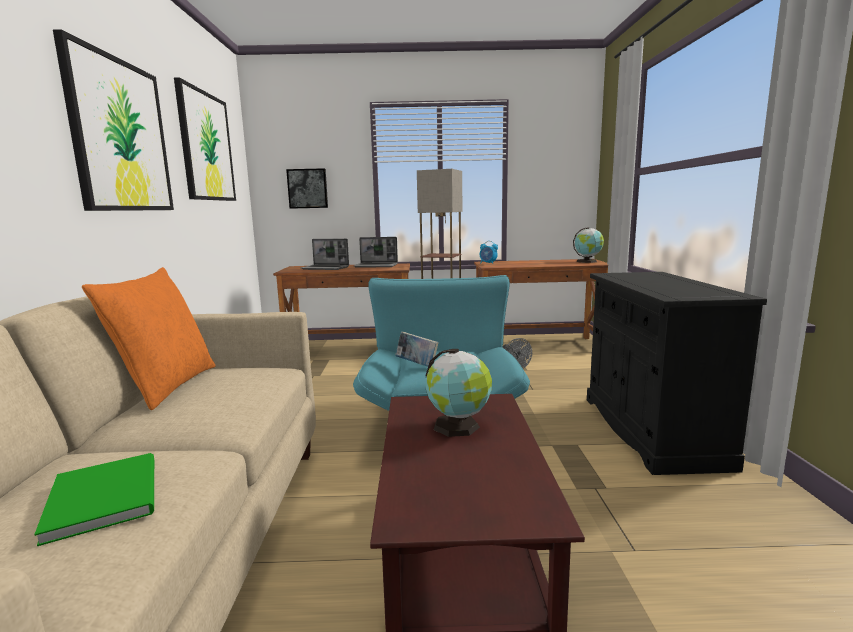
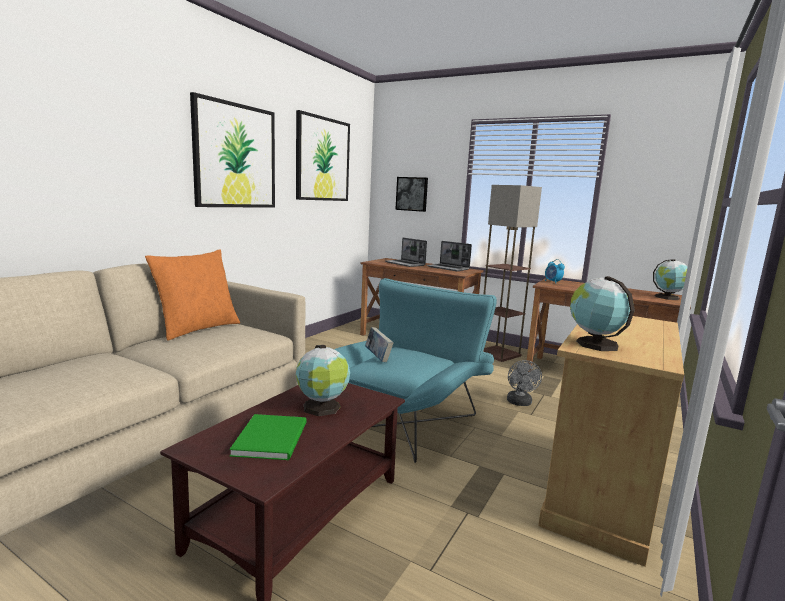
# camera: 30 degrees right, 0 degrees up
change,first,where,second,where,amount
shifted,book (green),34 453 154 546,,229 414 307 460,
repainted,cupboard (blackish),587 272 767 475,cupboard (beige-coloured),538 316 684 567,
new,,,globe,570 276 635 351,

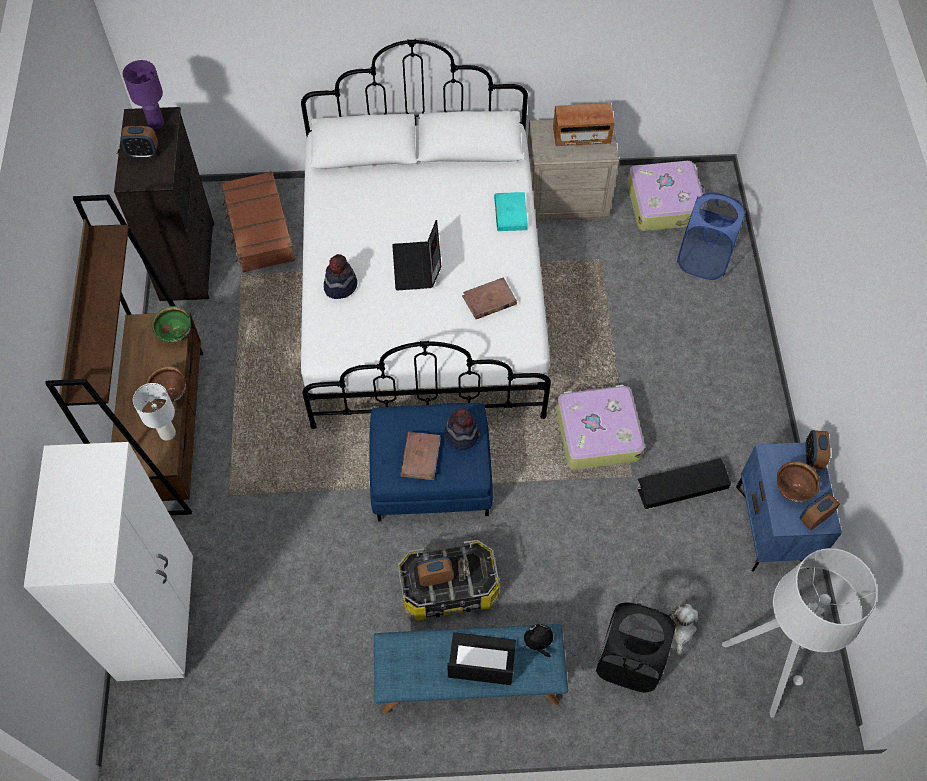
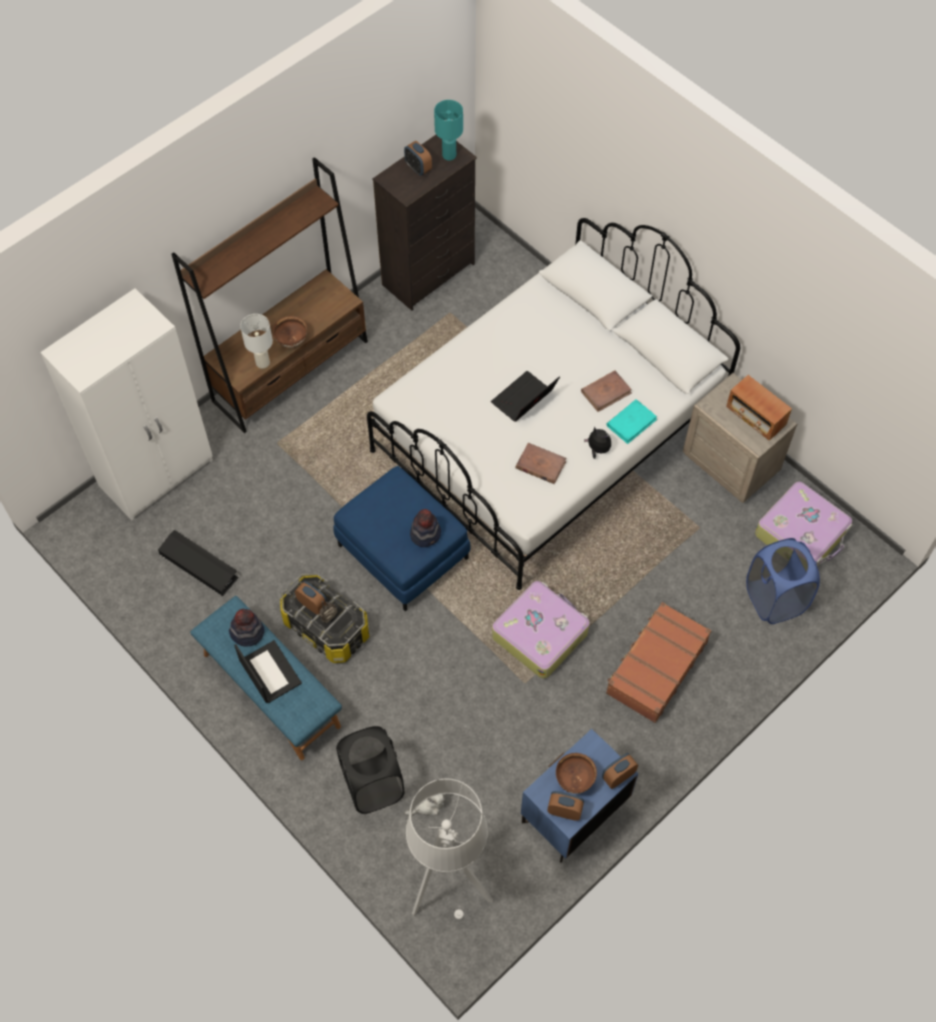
# camera: 50 degrees right, 0 degrees up
change,first,where,second,where,amount
repainted,lamp for a table (purplish),122 60 164 129,lamp for a table (turquoise-coloured),434 100 463 161,
gone,deep dish (green),151 306 191 342,,,
shifted,travel case (brown),221 171 295 272,,606 602 711 723,
shifted,clothing hat,324 254 357 299,,229 609 265 646,
shifted,book (brown),400 432 441 480,,581 370 632 412,
shifted,soft toy,523 624 553 657,,584 426 611 459,
shifted,storage box (blackish),637 458 731 510,,158 530 240 596,

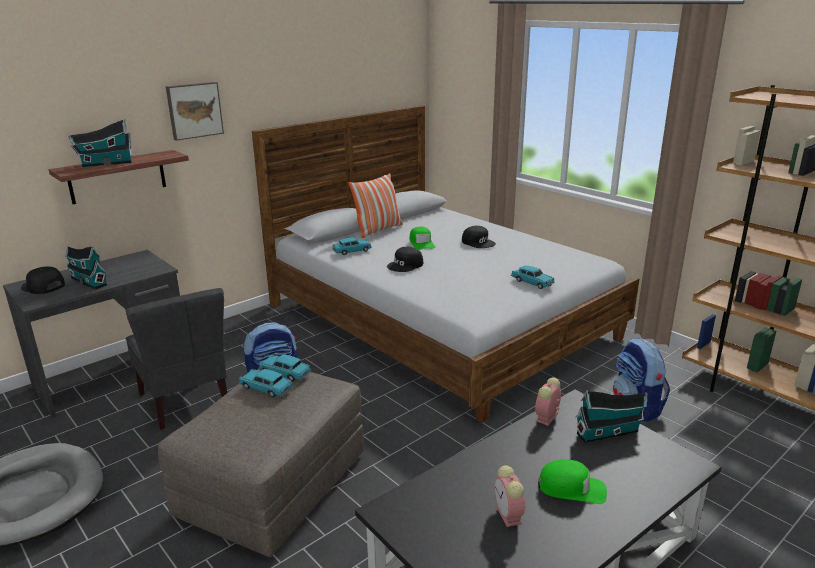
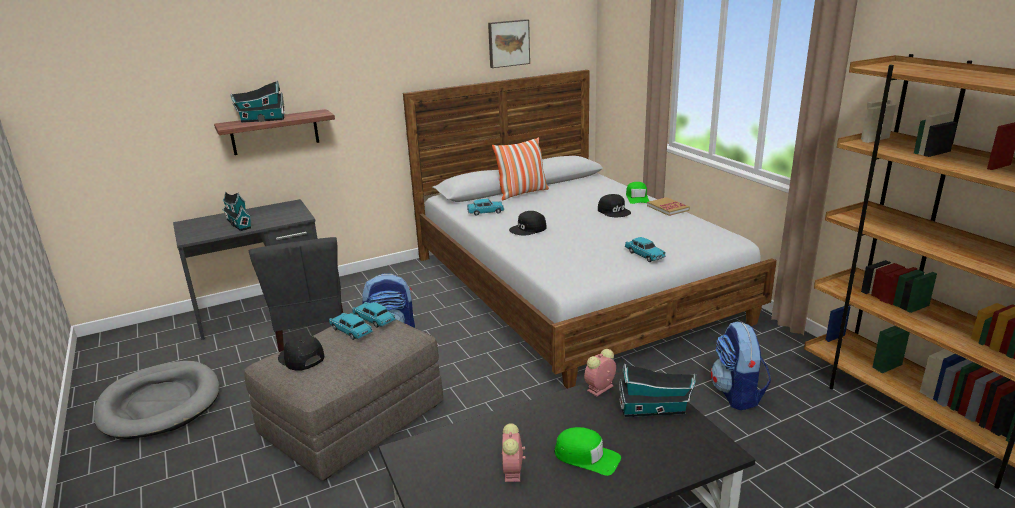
# camera: 15 degrees right, 0 degrees up
change,first,where,second,where,amount
shifted,cap (blackish),21 267 65 294,,278 335 324 370,
shifted,wall picture,166 82 224 141,,488 19 530 68,
shifted,cap (green),409 226 435 250,,626 182 649 204,
new,,,book,647 197 690 216,

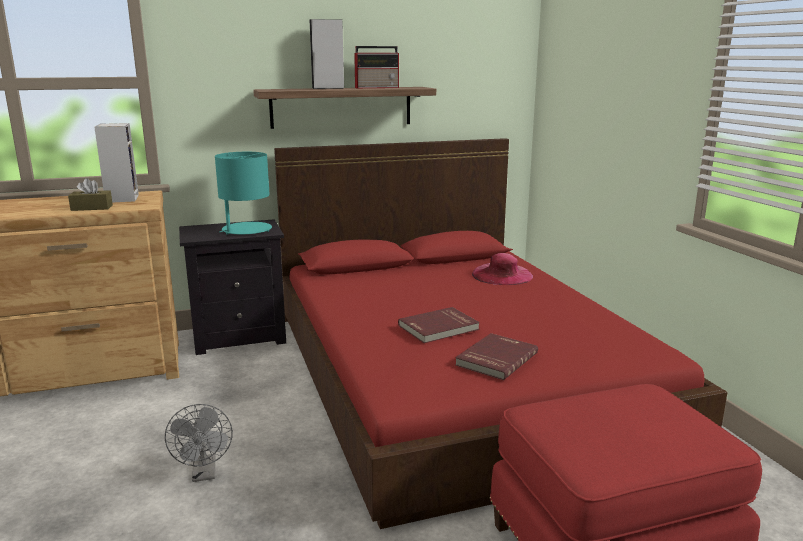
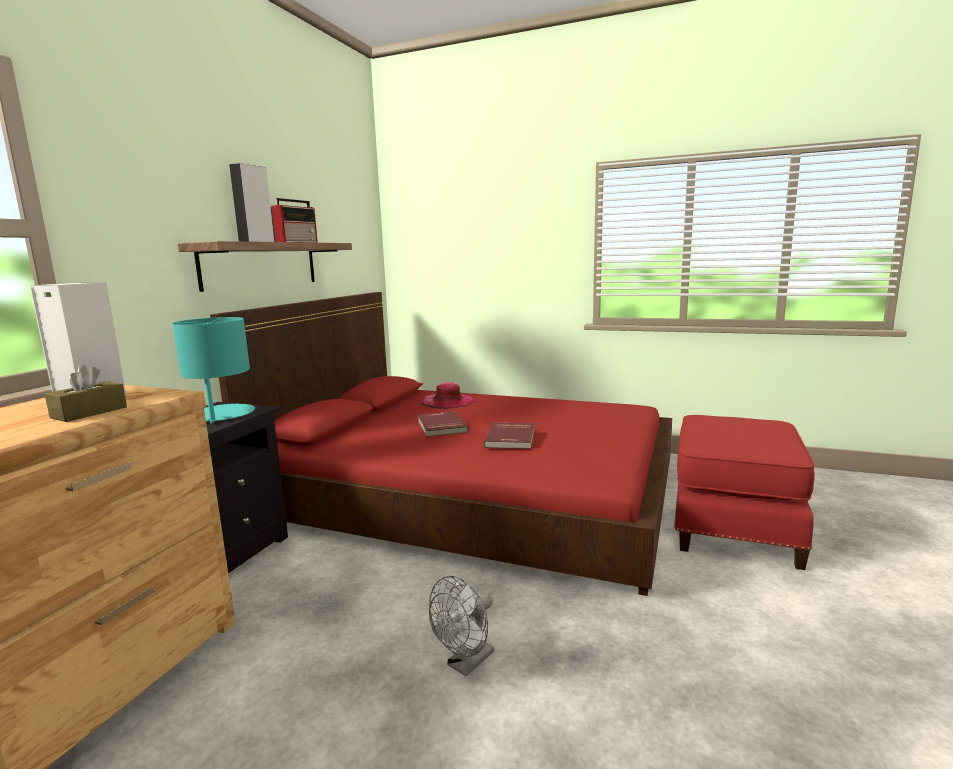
# camera: 50 degrees left, 5 degrees down
change,first,where,second,where,amount
rotated,electric fan (gray),165 404 233 482,,429 576 494 676,105 degrees clockwise
shifted,book (red-coloured),455 333 538 380,,418 412 469 437,

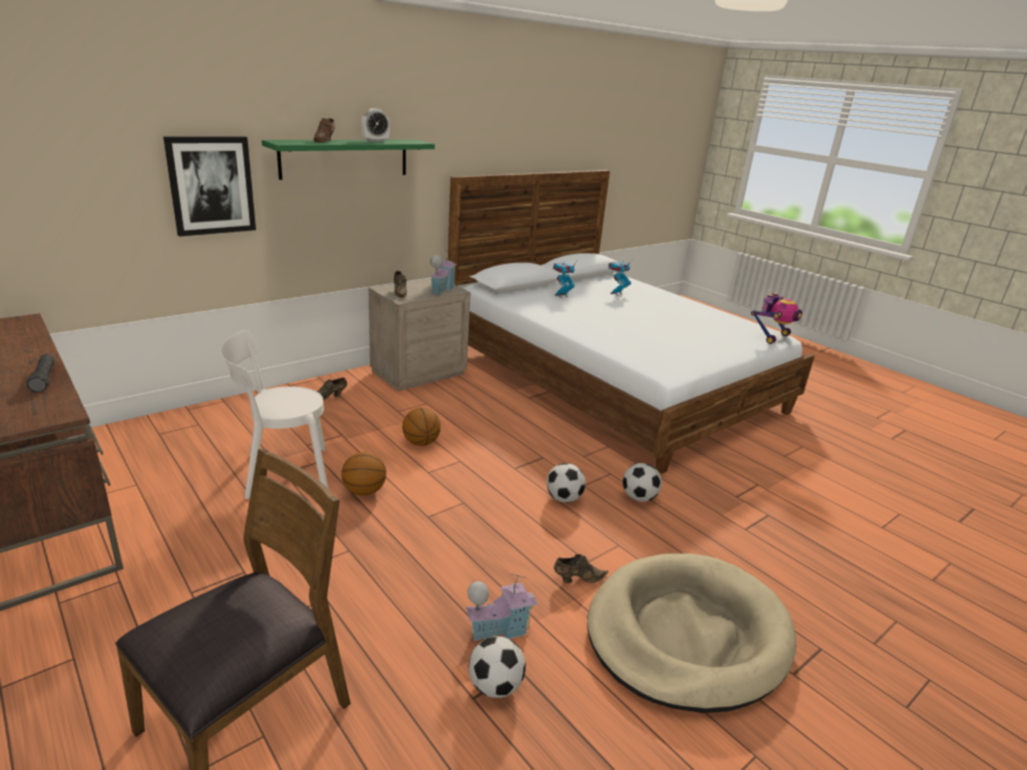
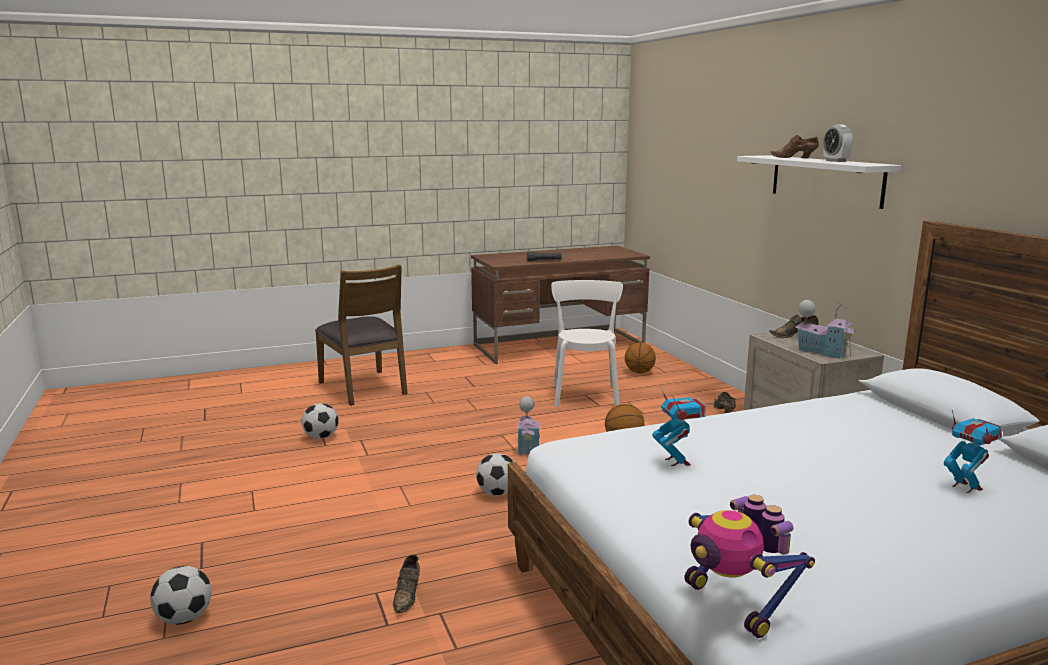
# camera: 110 degrees right, 10 degrees down
change,first,where,second,where,amount
gone,wall picture,163 137 256 237,,,
repainted,bracket shelf (green),262 140 435 180,bracket shelf (white-coloured),737 155 902 209,
shifted,basketball ball,341 452 386 496,,625 342 656 373,
shifted,toy house,466 574 538 641,,517 396 541 455,
shifted,model robot,553 263 575 298,,652 387 706 466,
shifted,low shoe (brown),554 554 609 583,,393 555 420 613,
gone,dog cushion (beige-coloured),587 553 796 713,,,
shifted,football ball,623 463 662 502,,150 566 211 625,

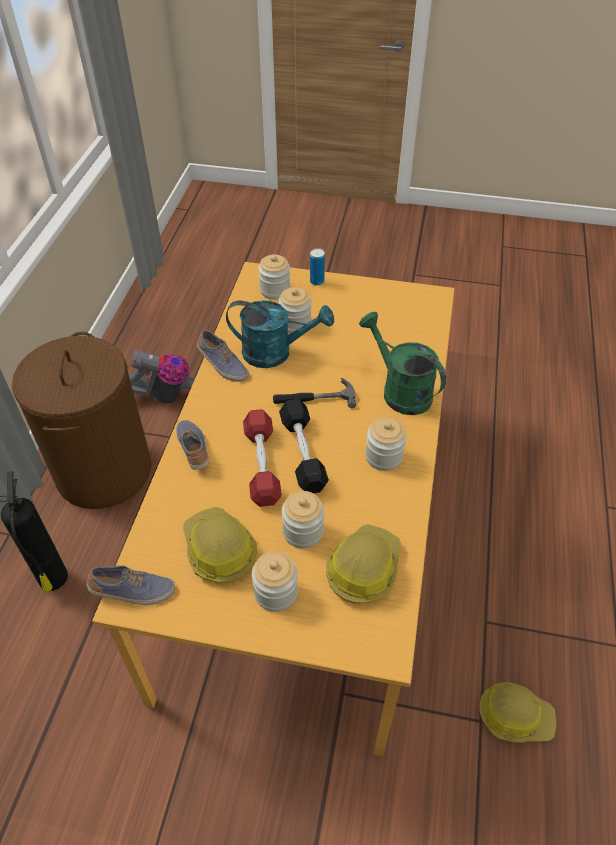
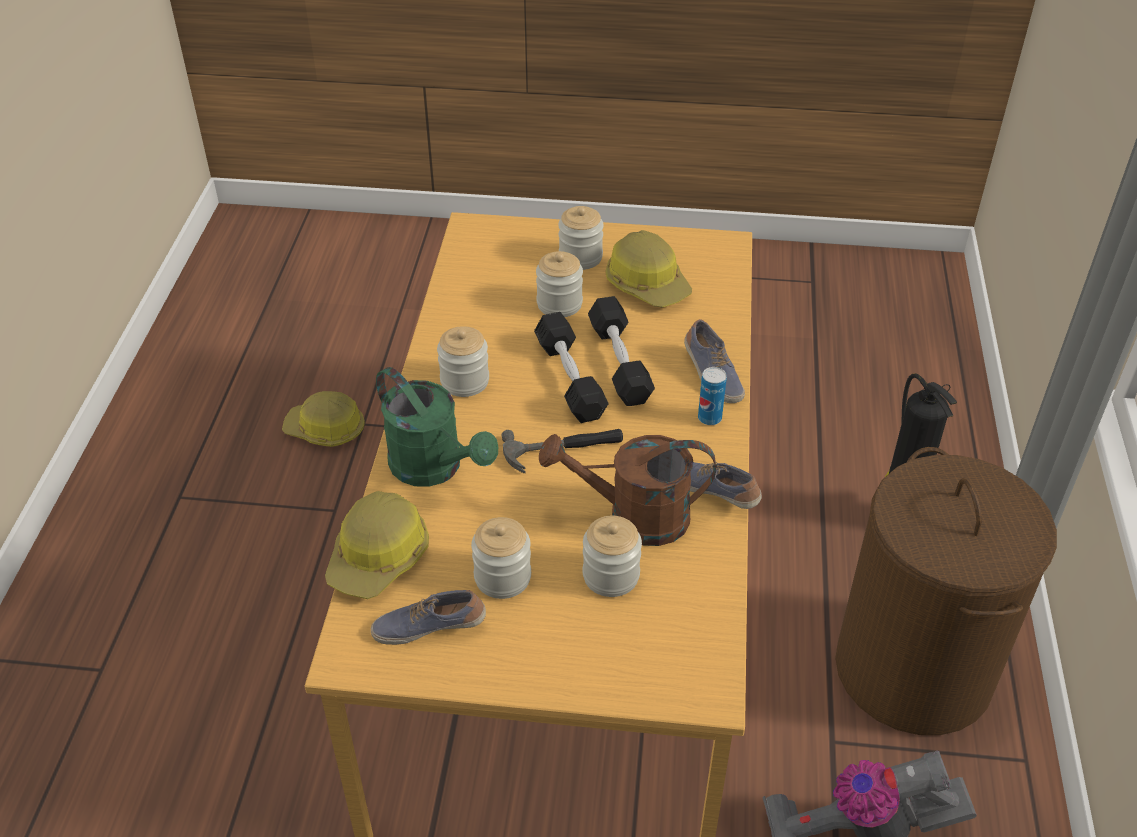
# camera: 175 degrees right, 5 degrees down
change,first,where,second,where,amount
shifted,low shoe,87 565 175 605,,371 590 486 645,
repainted,watering pot (turquoise-coloured),226 300 334 368,watering pot (brown),539 434 716 546,
repainted,dumbbell (red-coloured),243 409 282 507,dumbbell (blackish),588 296 655 406,
shifted,preserve jar,258 254 290 299,,471 517 531 599,
shifted,sealed can,310 248 325 286,,698 367 727 425,
shifted,hard hat,326 524 401 604,,325 491 429 599,

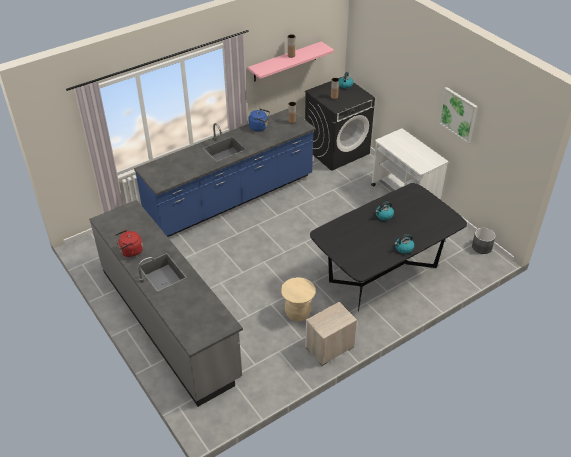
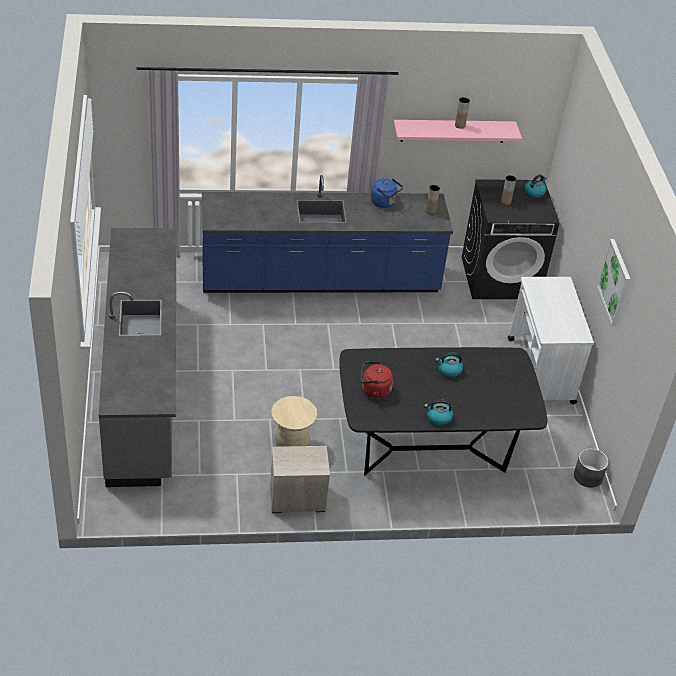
# camera: 25 degrees right, 0 degrees up
change,first,where,second,where,amount
shifted,water kettle (red-coloured),114 230 143 257,,361 362 393 399,

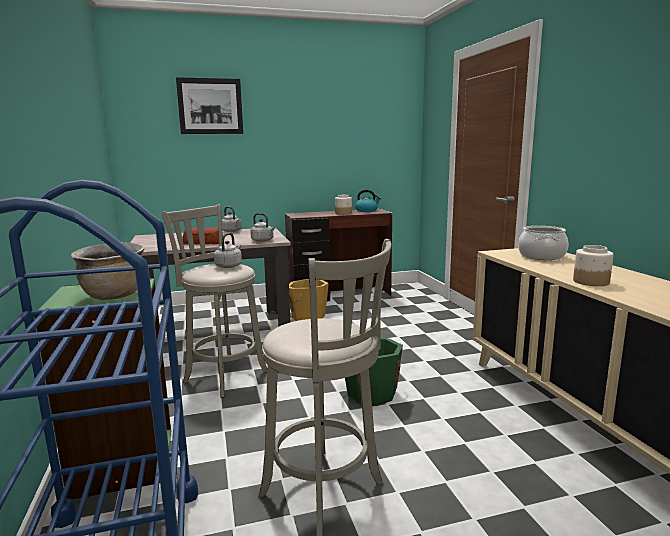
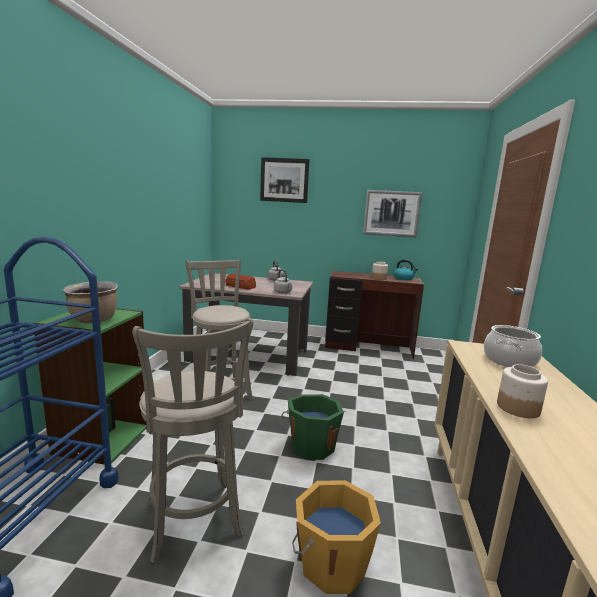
# camera: 25 degrees right, 0 degrees up
change,first,where,second,where,amount
gone,water kettle (gray),214 233 242 268,,,
shifted,pail (orange-coloured),289 279 329 321,,292 480 381 594,
new,,,wall picture,363 190 422 238,

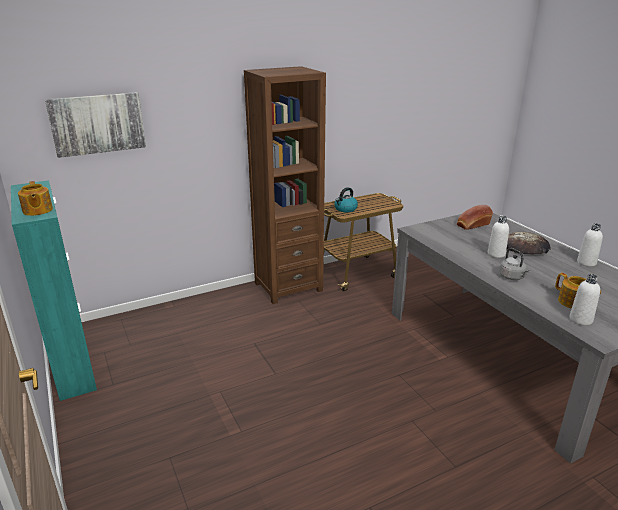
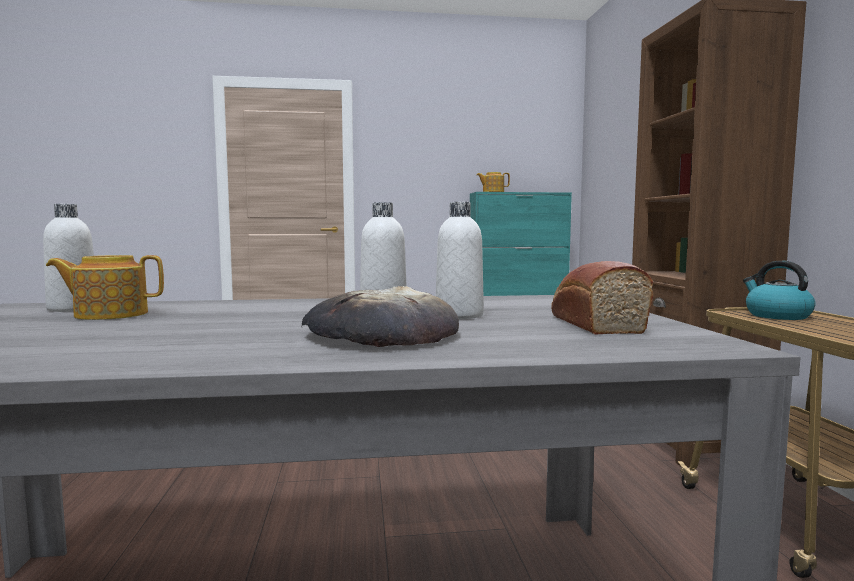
# camera: 110 degrees right, 20 degrees down
change,first,where,second,where,amount
gone,wall picture,45 92 146 158,,,
gone,water kettle (gray),499 248 530 280,,,
shifted,bottle (white-coloured),577 223 603 267,,436 202 484 319,

